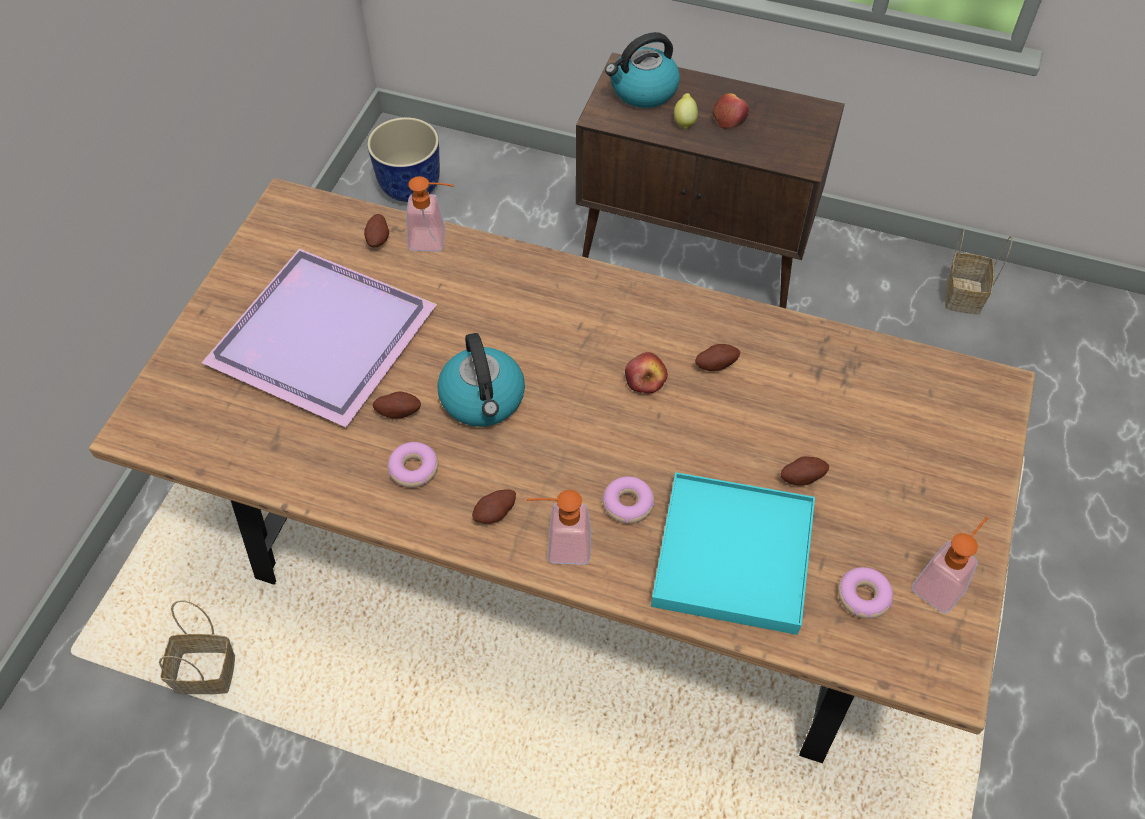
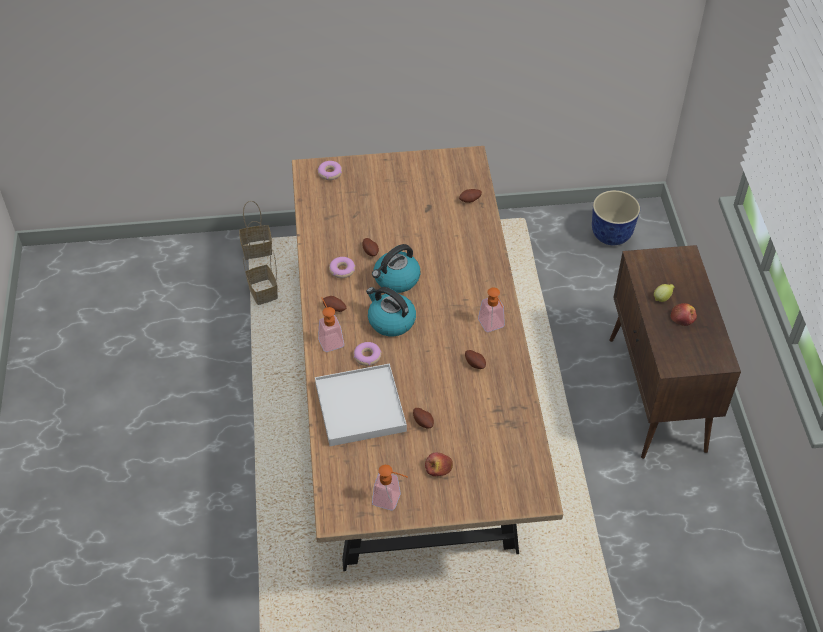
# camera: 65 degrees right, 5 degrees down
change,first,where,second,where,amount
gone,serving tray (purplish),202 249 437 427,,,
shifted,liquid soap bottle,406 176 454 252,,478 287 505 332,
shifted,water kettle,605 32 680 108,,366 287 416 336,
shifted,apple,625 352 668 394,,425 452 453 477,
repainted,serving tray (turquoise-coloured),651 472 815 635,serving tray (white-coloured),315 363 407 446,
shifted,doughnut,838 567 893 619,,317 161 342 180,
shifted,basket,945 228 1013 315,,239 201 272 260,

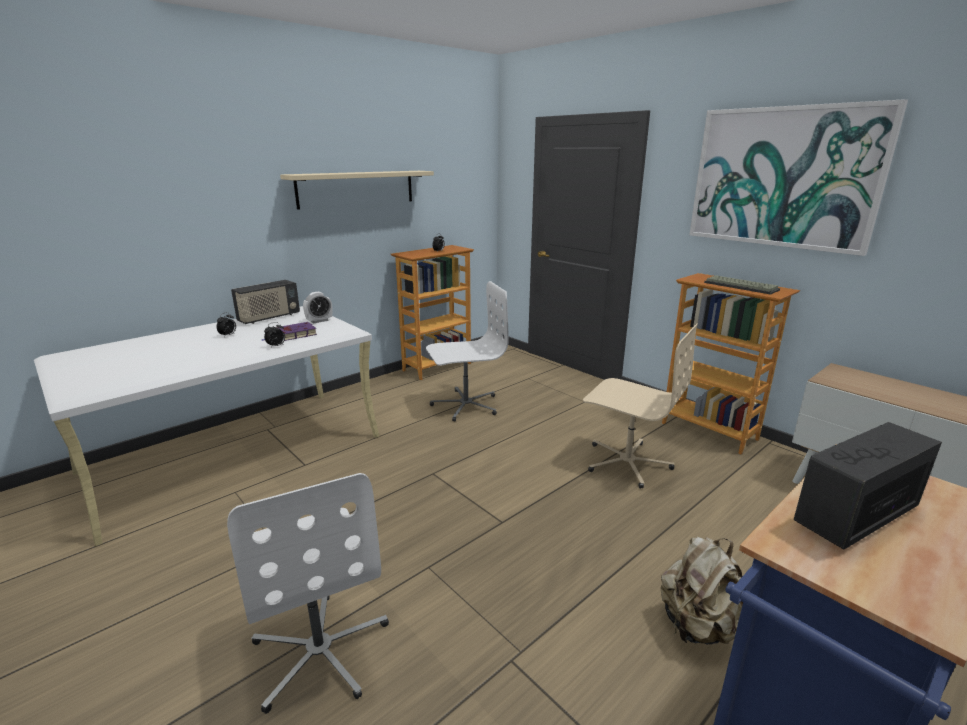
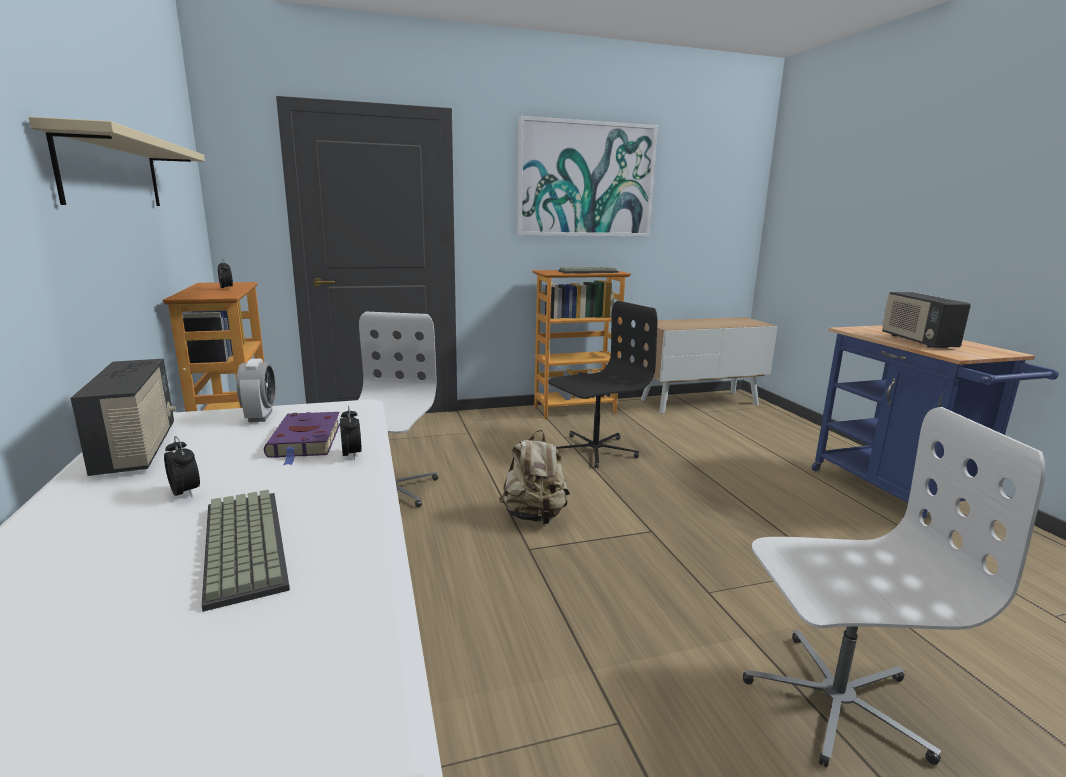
# camera: 65 degrees left, 5 degrees down
change,first,where,second,where,amount
repainted,office chair (beige-coloured),583 324 697 489,office chair (blackish),548 301 657 468,
shifted,rucksack (beige-coloured),660 537 743 645,,499 430 570 524,
new,,,computer keyboard,202 490 290 612,

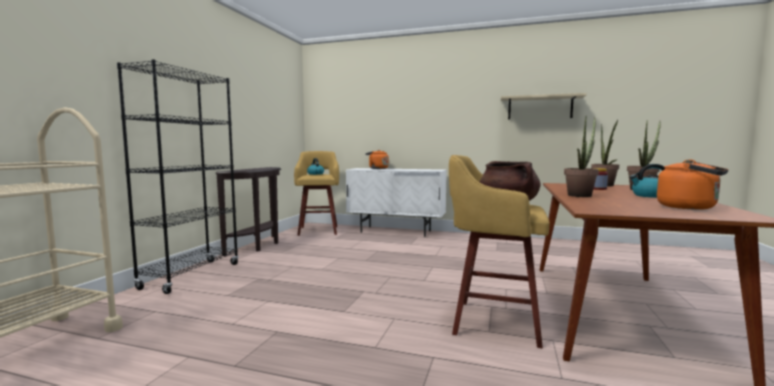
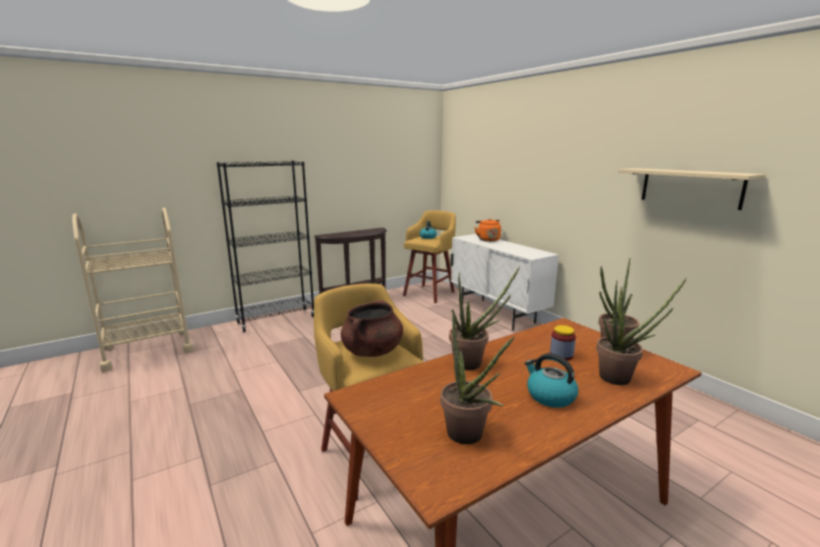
# camera: 40 degrees right, 10 degrees up
change,first,where,second,where,amount
swapped,water kettle (orange-coloured),657 159 728 210,potted plant,440 309 515 444,

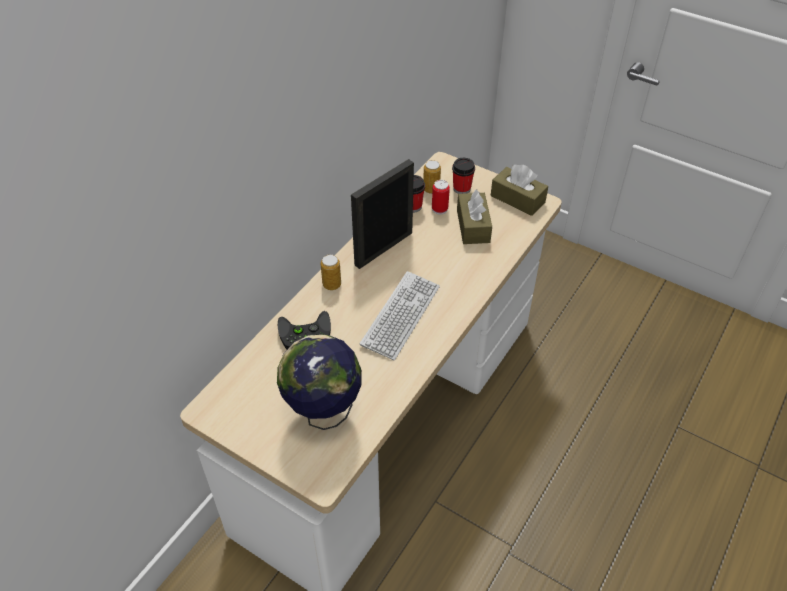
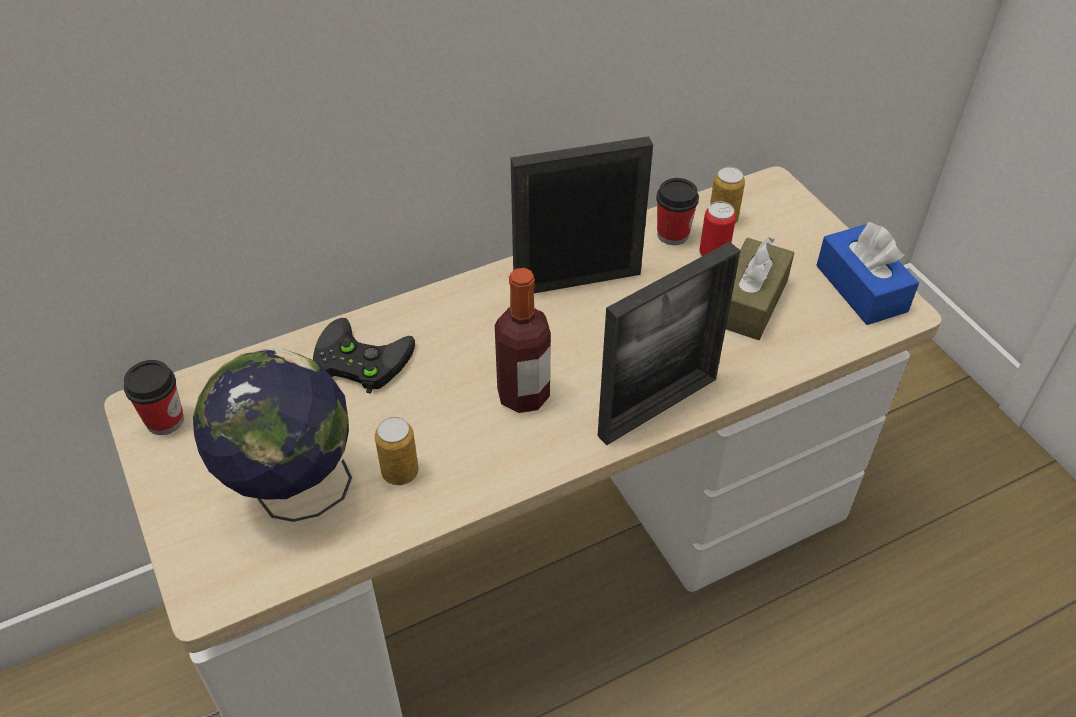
# camera: 30 degrees right, 0 degrees up
change,first,where,second,where,amount
shifted,sealed can,321 254 341 290,,375 417 418 485,
swapped,computer keyboard,360 271 440 360,bottle,495 268 551 413,
shifted,drinking cup,452 158 475 194,,124 360 184 435,
repainted,box of tissues (brown),491 165 548 216,box of tissues (blue),816 221 919 325,
new,,,photo frame,598 242 741 445,

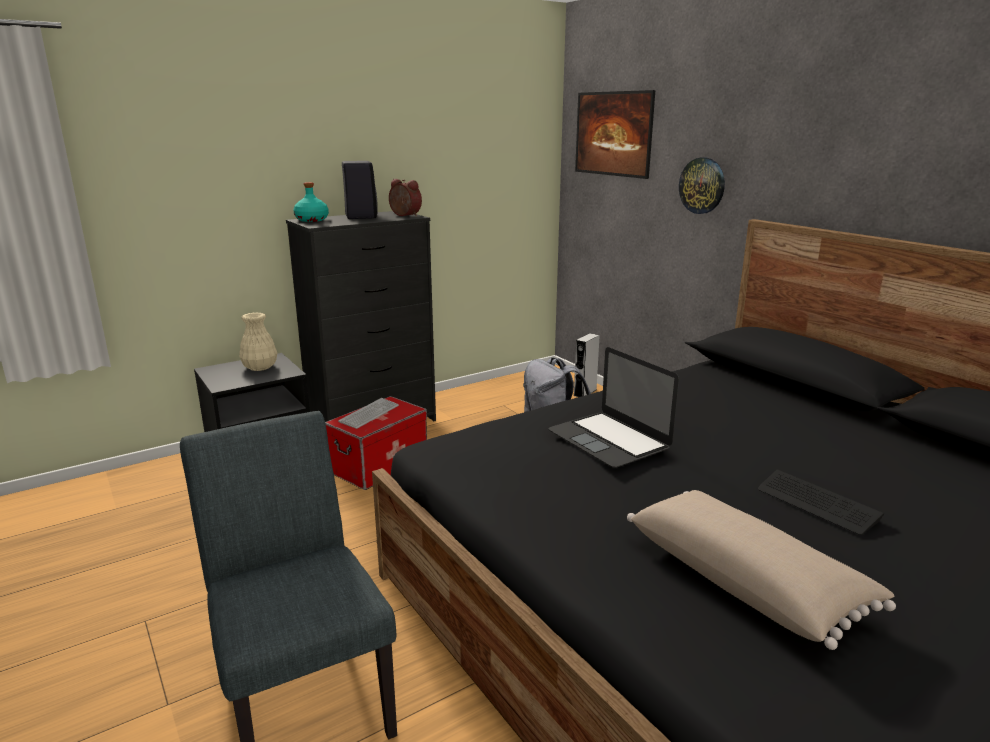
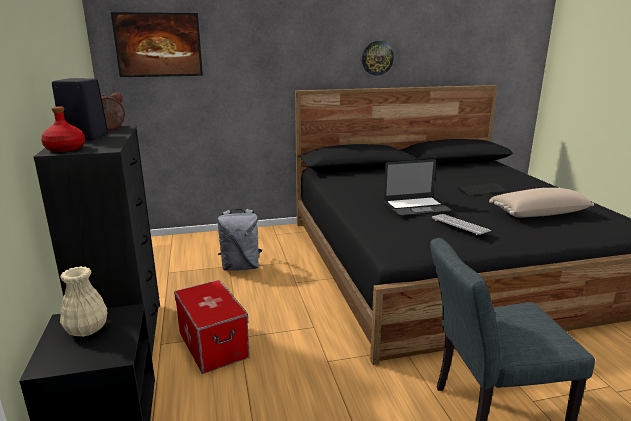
# camera: 70 degrees left, 0 degrees up
change,first,where,second,where,amount
repainted,bottle (turquoise-coloured),293 182 329 222,bottle (red-coloured),41 106 85 152,
shifted,computer keyboard,338 398 399 429,,432 214 491 235,
gone,loudspeaker (gray),574 333 600 397,,,
shifted,wall clock,679 157 725 214,,362 41 394 75,

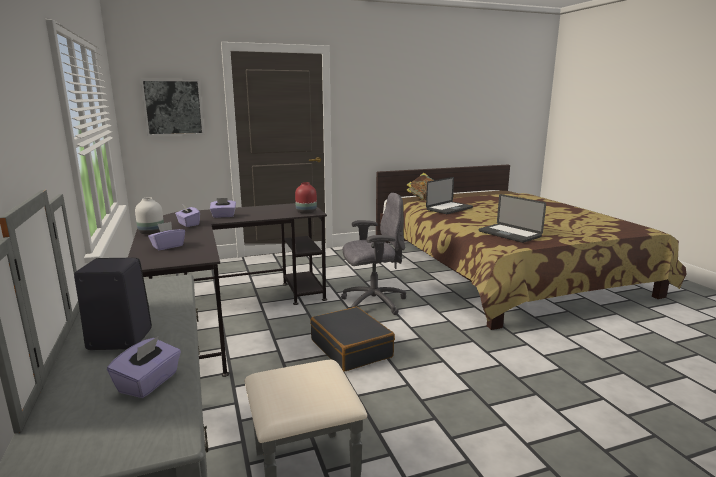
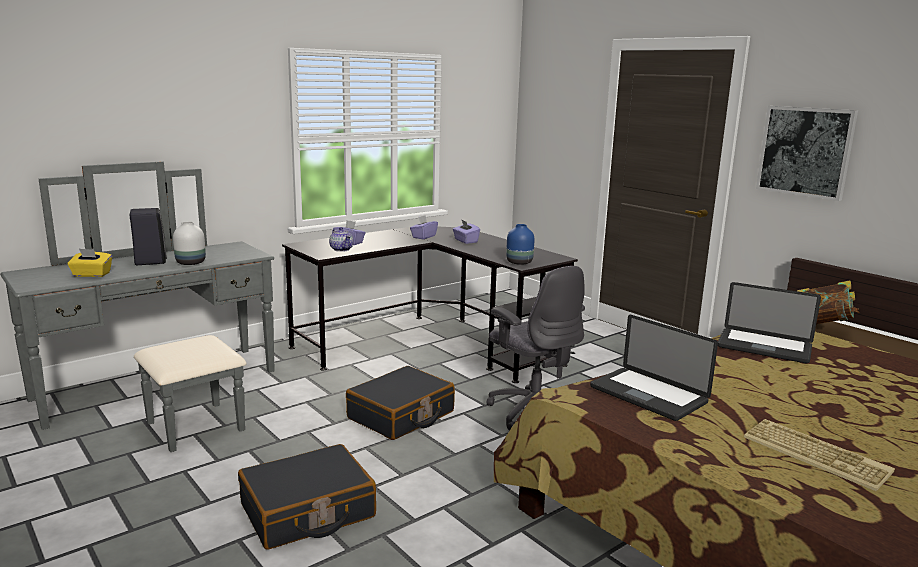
# camera: 70 degrees right, 0 degrees up
change,first,where,second,where,amount
repainted,box of tissues (purplish),107 336 181 398,box of tissues (yellowish),67 249 112 277,
shifted,decorative vase (white-coloured),135 197 164 235,,173 221 206 265,
shifted,wall picture,141 79 204 136,,756 106 858 201,
repainted,decorative vase (red-coloured),295 182 317 214,decorative vase (blue),506 224 534 265,
rotated,notebook computer,479 194 546 243,,590 315 718 421,75 degrees counterclockwise
new,,,travel case (blackish),238 444 376 550,
new,,,tea pot,329 227 353 252,
new,,,computer keyboard,744 419 895 491,

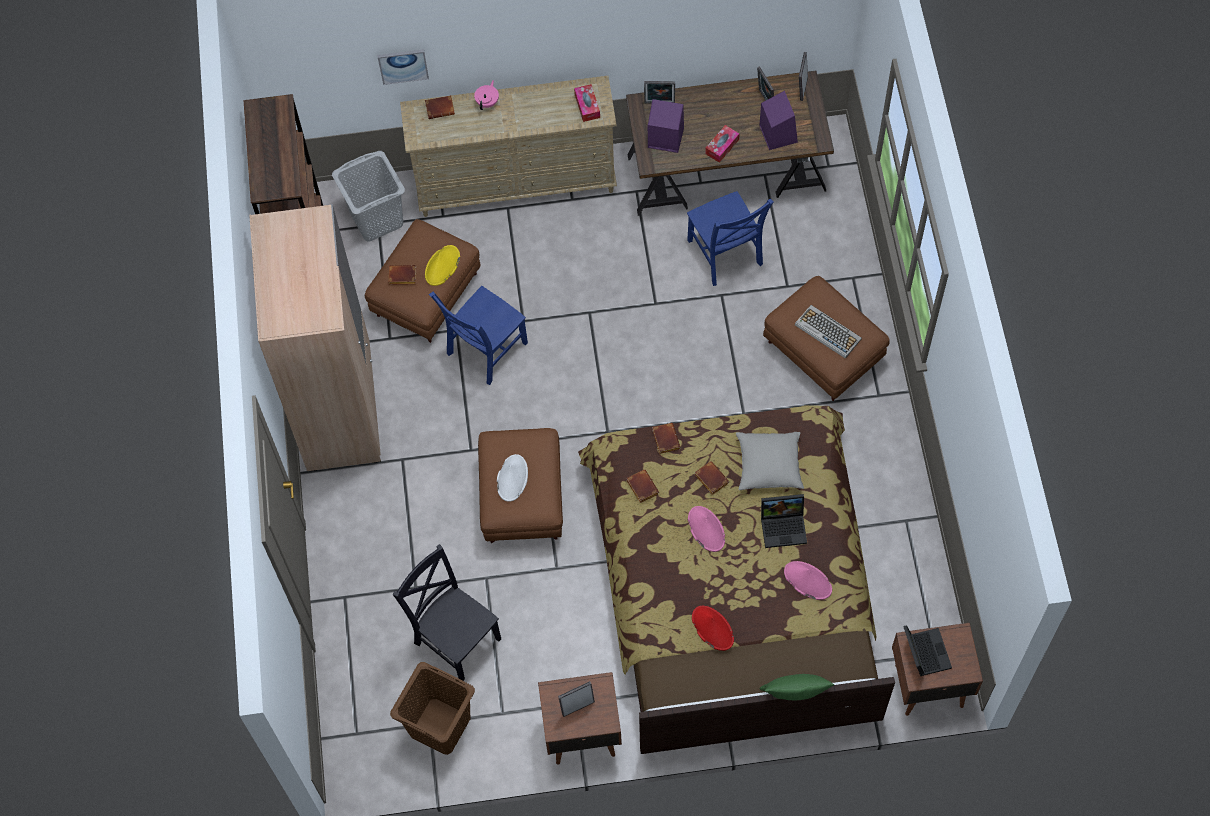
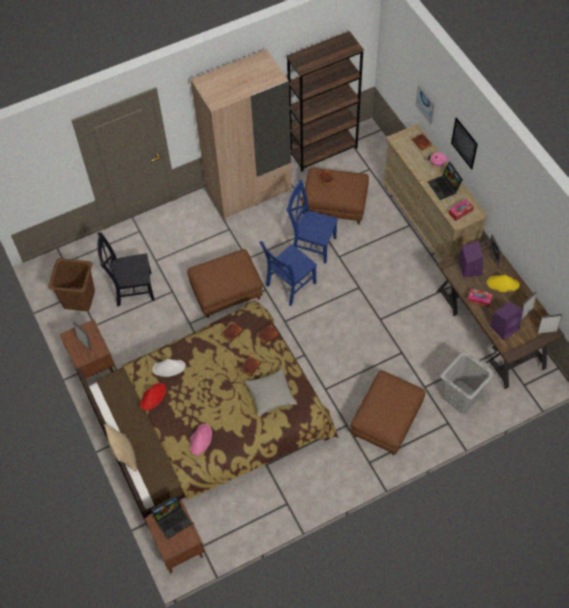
# camera: 70 degrees right, 5 degrees down
change,first,where,second,where,amount
shifted,hamper (gray),332 151 405 242,,440 351 494 414,
rotated,plain chair (blackish),393 544 501 681,,97 232 155 307,120 degrees counterclockwise
shifted,clothing hat (yellowish),425 245 460 286,,487 275 520 292,
shifted,clothing hat (white-coloured),497 454 528 502,,152 359 186 377,
shifted,plain chair (blue),687 191 774 286,,259 241 317 306,
gone,clothing hat (pink-coloured),688 506 725 552,,,
repainted,throw pillow (green),760 674 834 700,throw pillow (beige-coloured),104 424 137 472,
shifted,notebook computer,761 494 807 548,,428 162 463 200,
gone,computer keyboard,795 305 862 359,,,
new,,,wall picture,451 117 478 170,

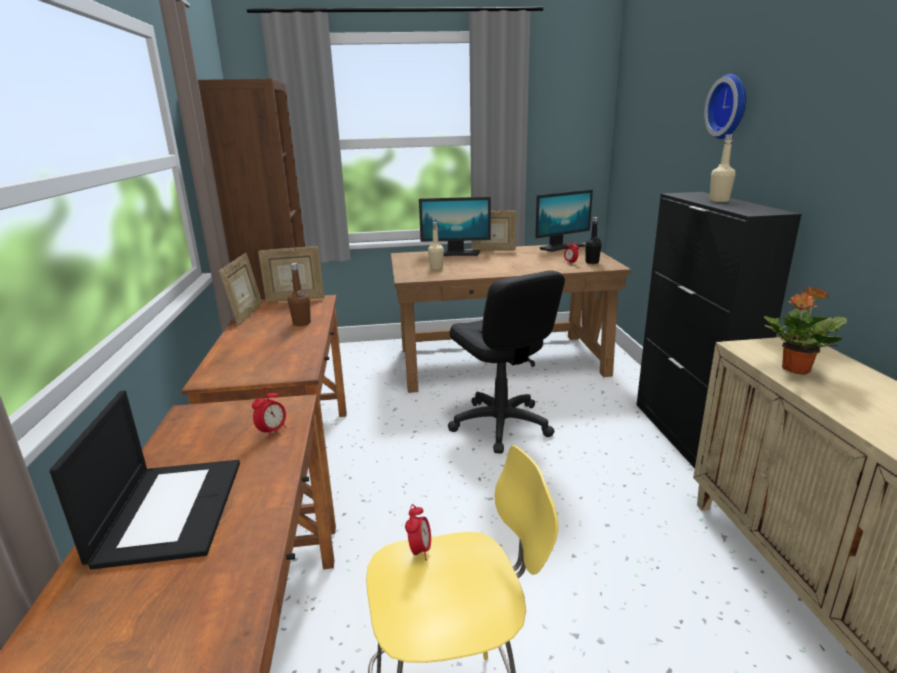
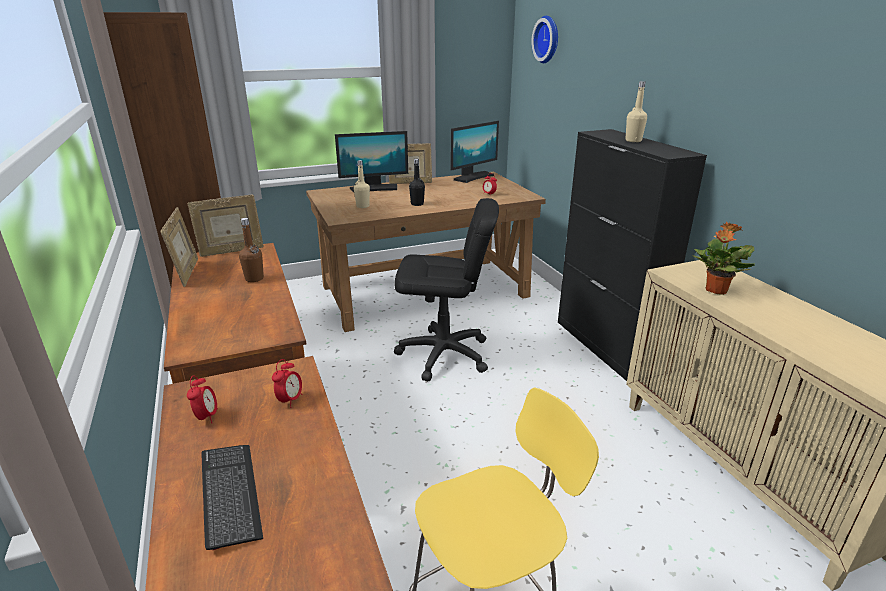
# camera: 15 degrees left, 5 degrees up
change,first,where,second,where,amount
swapped,notebook computer,50 390 240 570,computer keyboard,201 445 263 550,
shifted,alarm clock,405 504 431 560,,187 375 218 423,
rotated,office chair (blackish),448 270 565 453,,394 198 499 381,45 degrees counterclockwise
shifted,bottle (blackish),585 217 602 264,,409 159 425 206,
shifted,wall clock,704 74 746 139,,531 16 558 63,

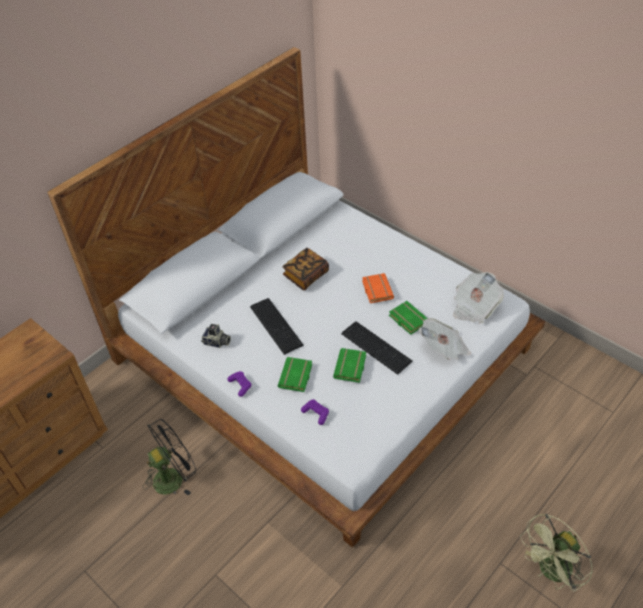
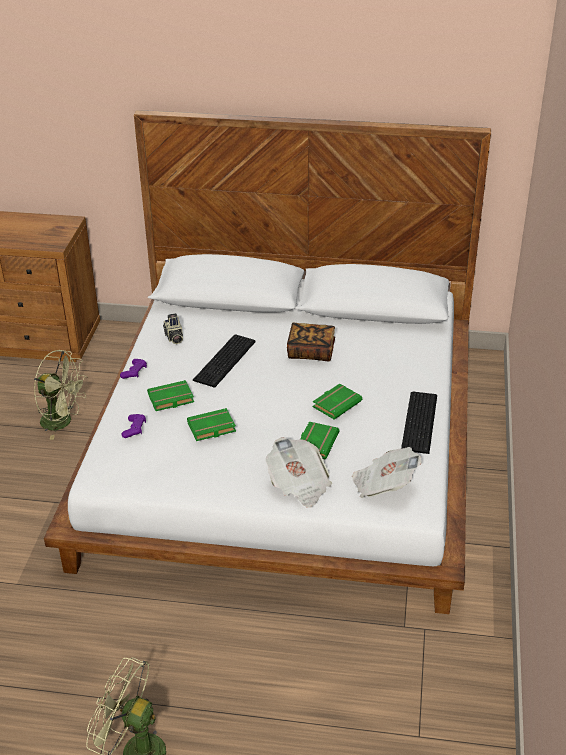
# camera: 55 degrees right, 10 degrees down
change,first,where,second,where,amount
repainted,electric fan (blackish),143 419 196 495,electric fan (green),34 350 88 440,
shifted,computer keyboard,341 321 413 375,,401 392 437 454,
repainted,book (orange-coloured),362 273 394 303,book (green),313 384 362 420,

